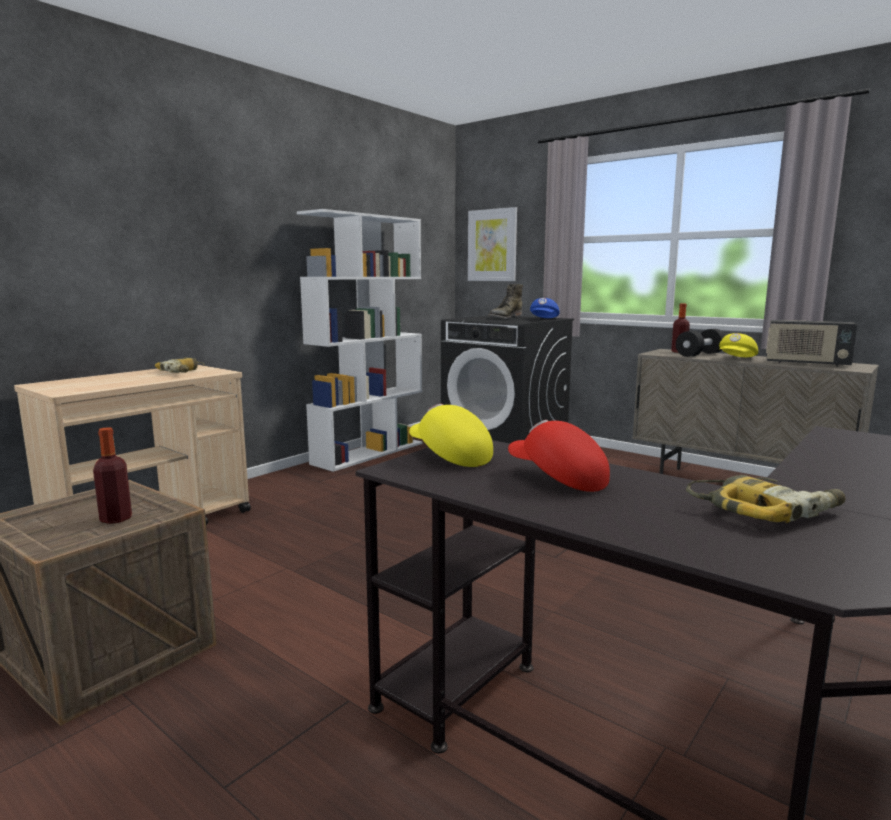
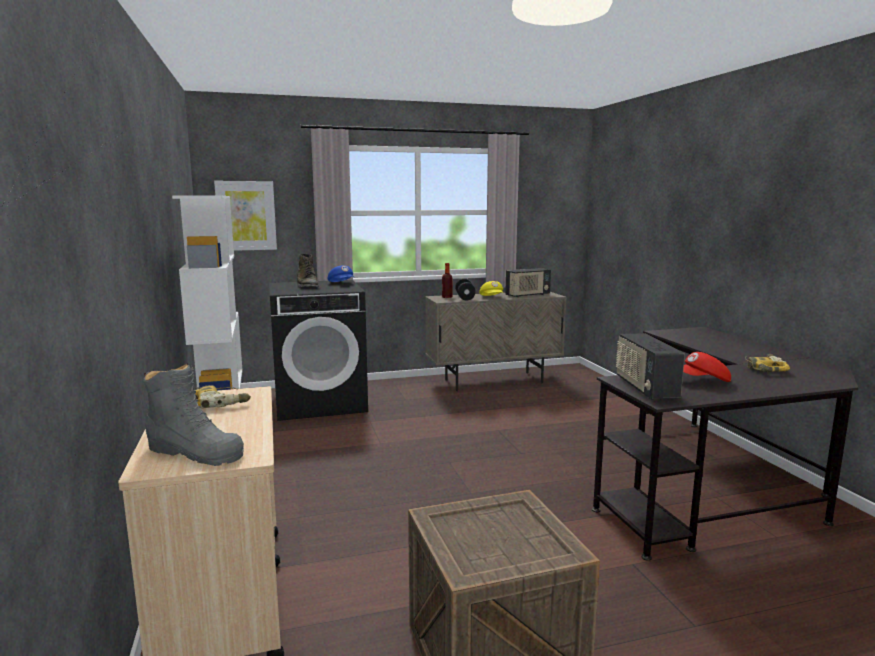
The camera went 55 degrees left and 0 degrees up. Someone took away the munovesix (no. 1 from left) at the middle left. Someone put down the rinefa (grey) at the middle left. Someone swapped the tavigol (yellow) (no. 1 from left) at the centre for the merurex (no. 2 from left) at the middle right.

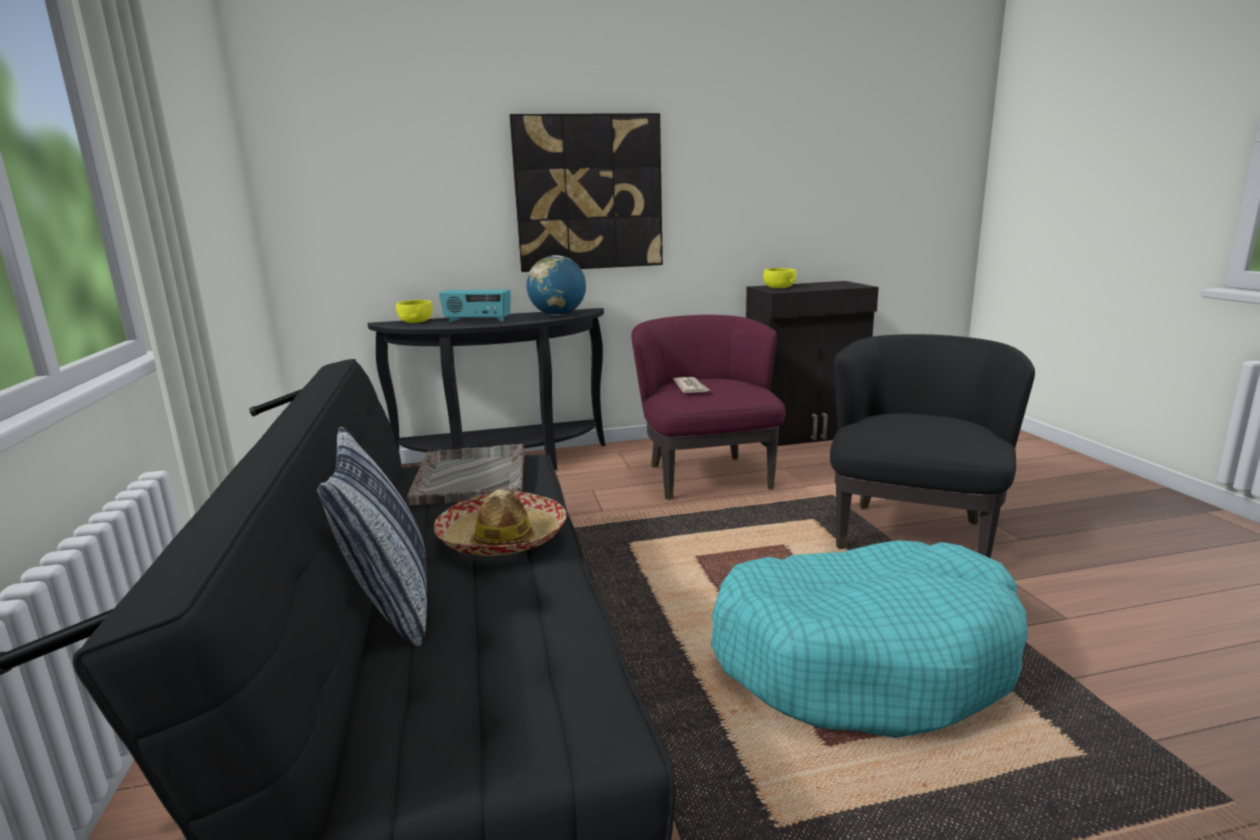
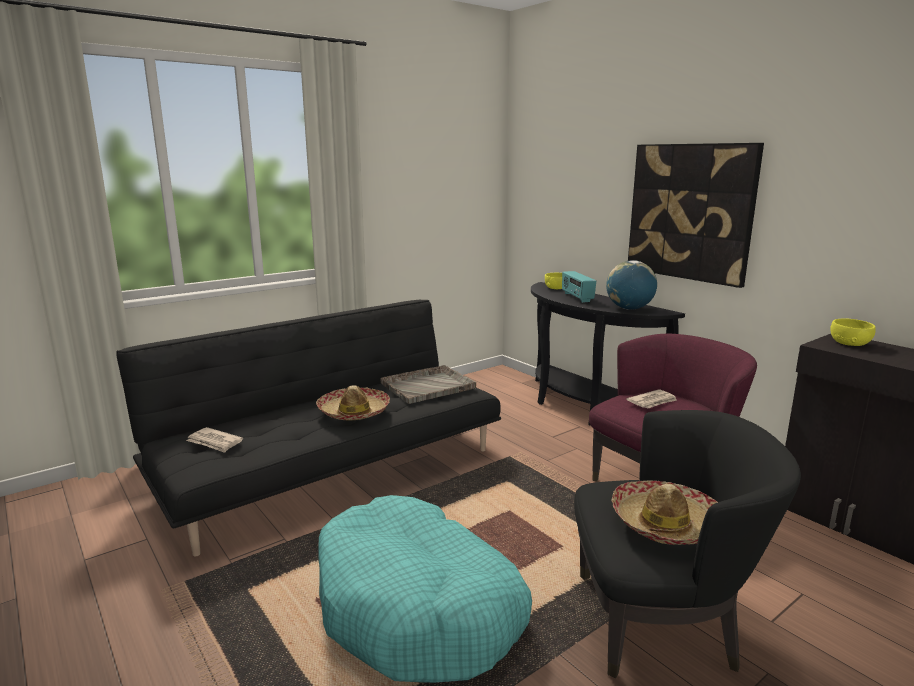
The camera went 65 degrees right and 0 degrees up. Someone took away the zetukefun at the middle left. Someone put down the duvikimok (no. 1 from left) at the middle left. Someone put down the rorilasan (no. 2 from left) at the bottom right.

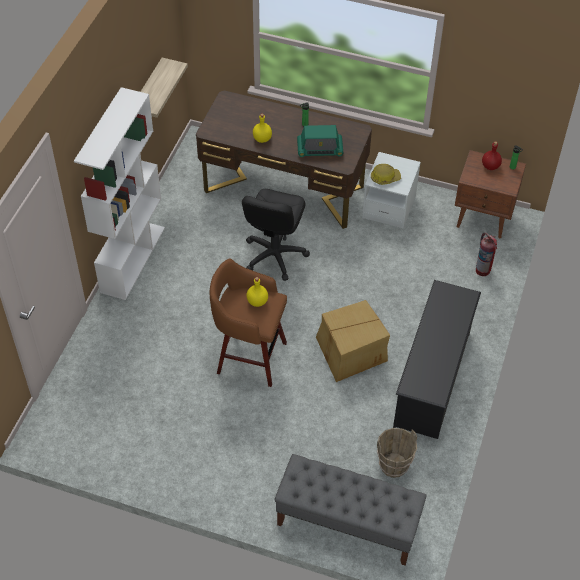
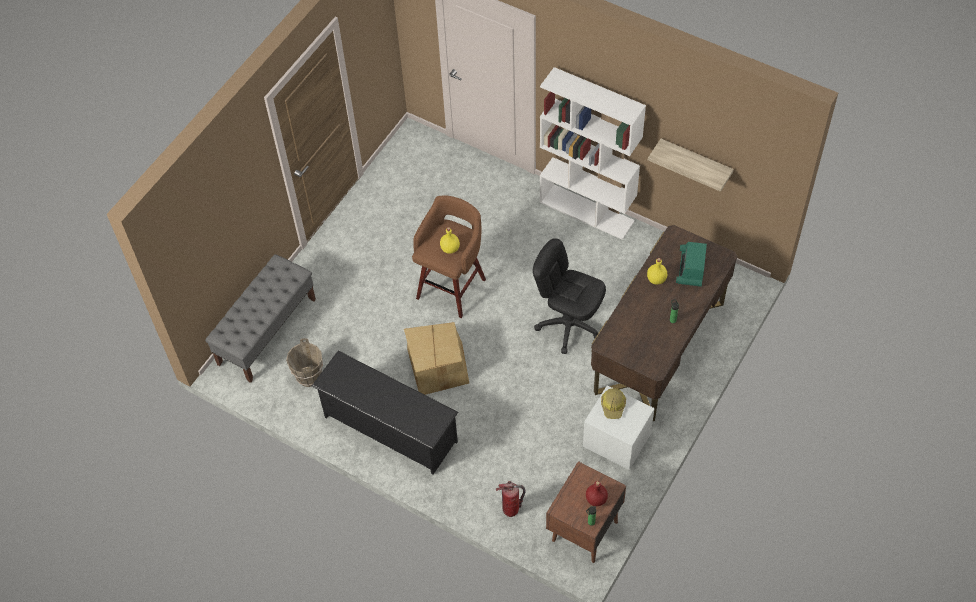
The camera went 105 degrees right and 5 degrees up. Someone carried the merurex from the top centre to the middle right.

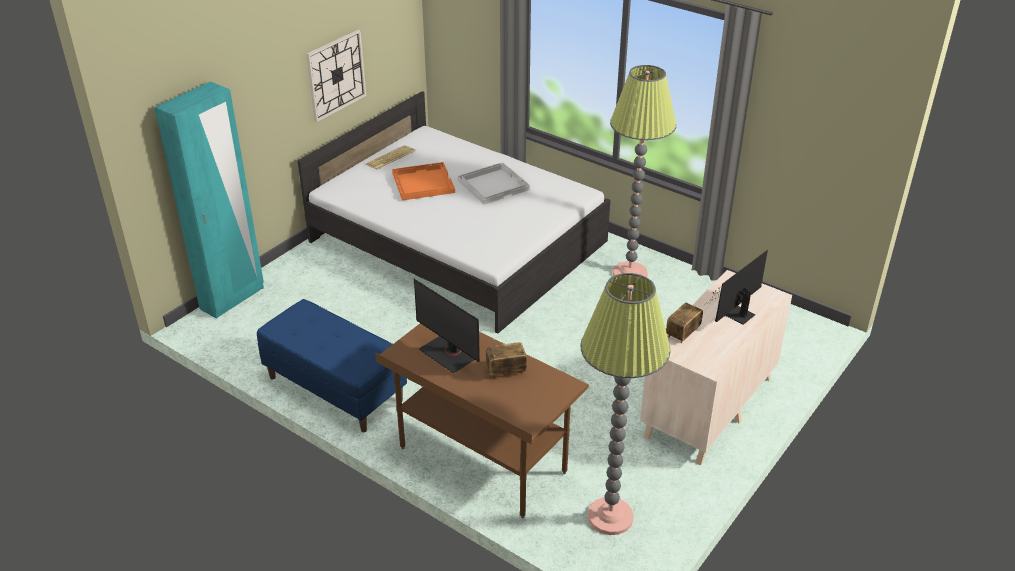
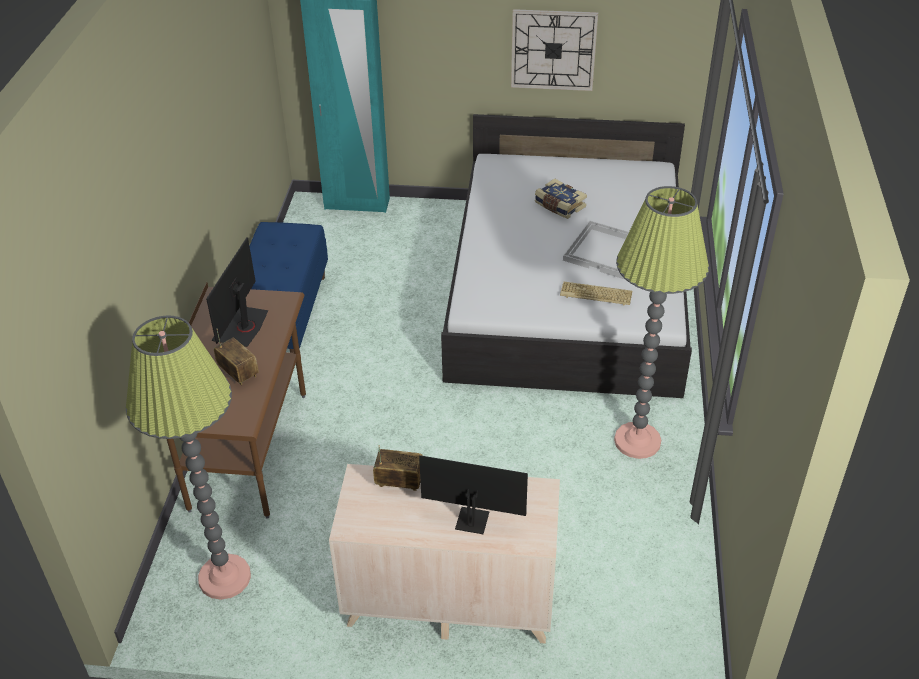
The camera went 60 degrees right and 5 degrees up. Someone carried the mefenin from the top centre to the centre. Someone swapped the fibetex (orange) at the top centre for the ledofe at the top centre.

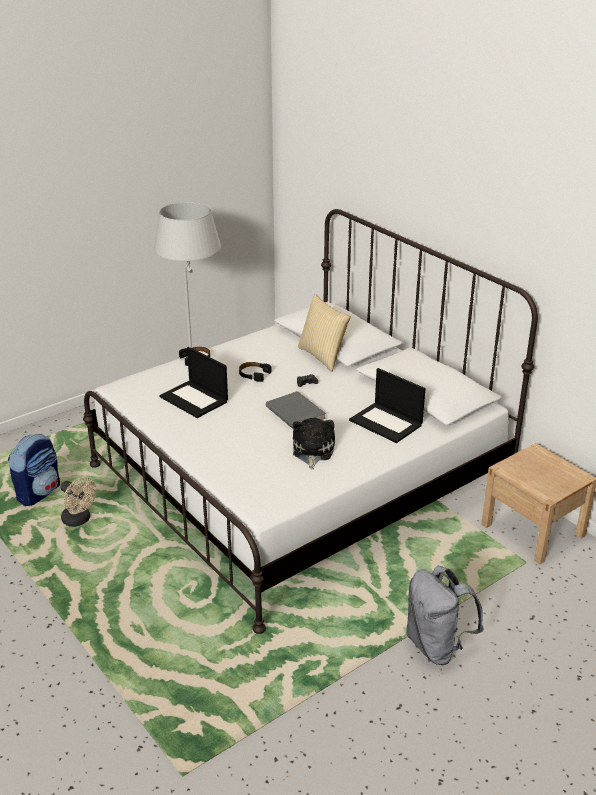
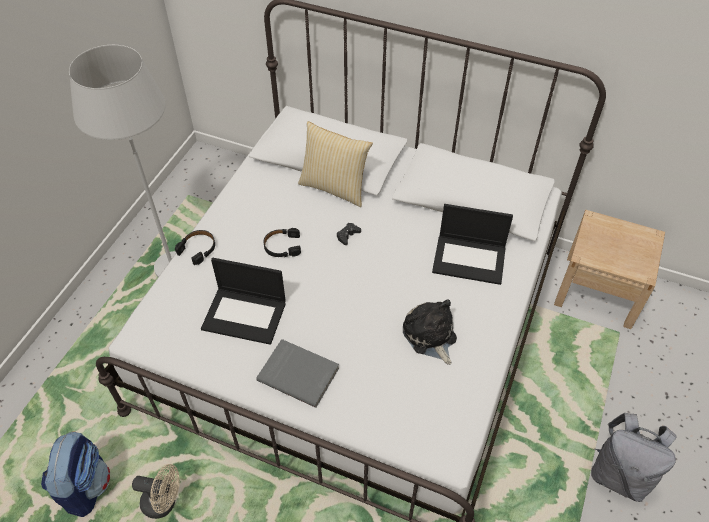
The camera went 30 degrees left and 20 degrees up. Someone carried the ledofe (grey) from the centre to the bottom centre.

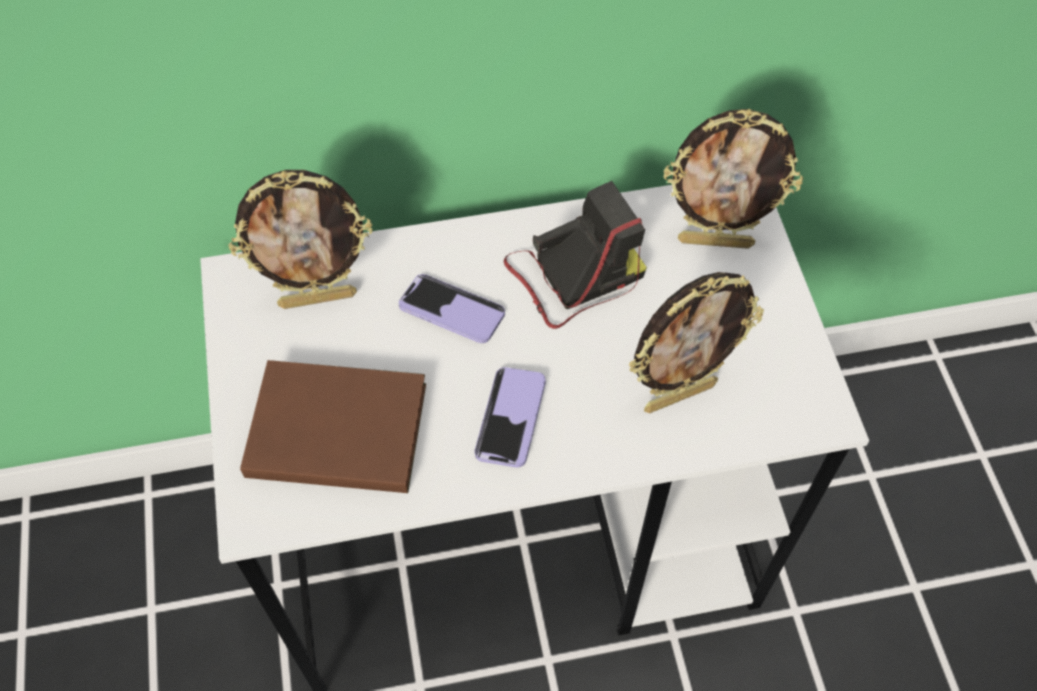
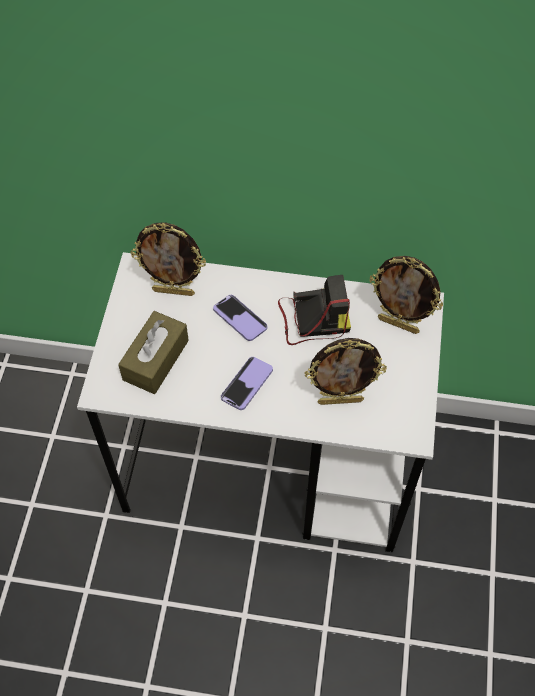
The camera went 20 degrees right and 0 degrees up. Someone swapped the ledofe (brown) at the middle left for the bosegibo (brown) at the middle left.

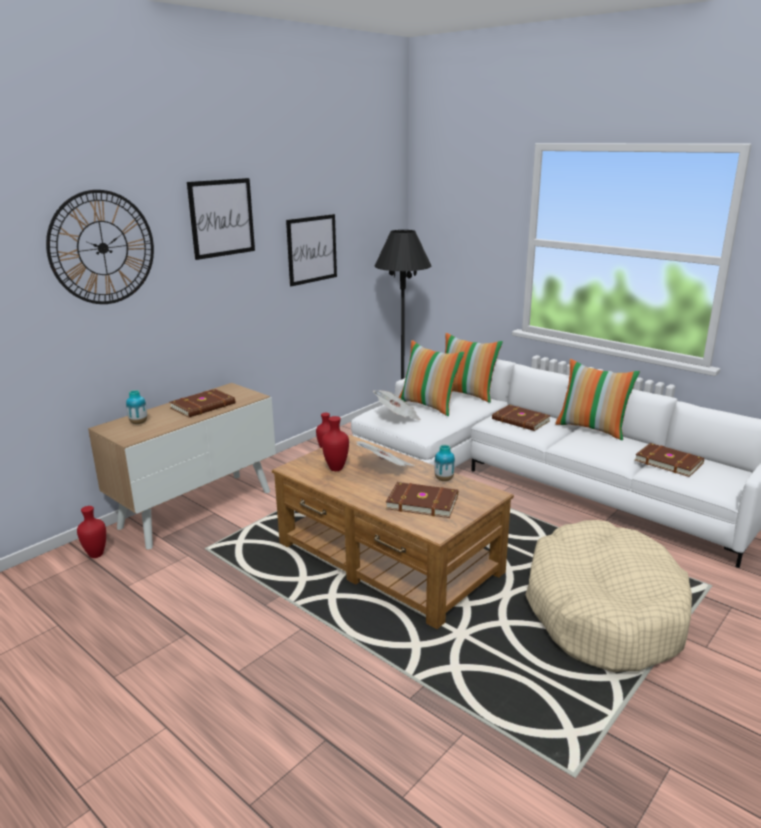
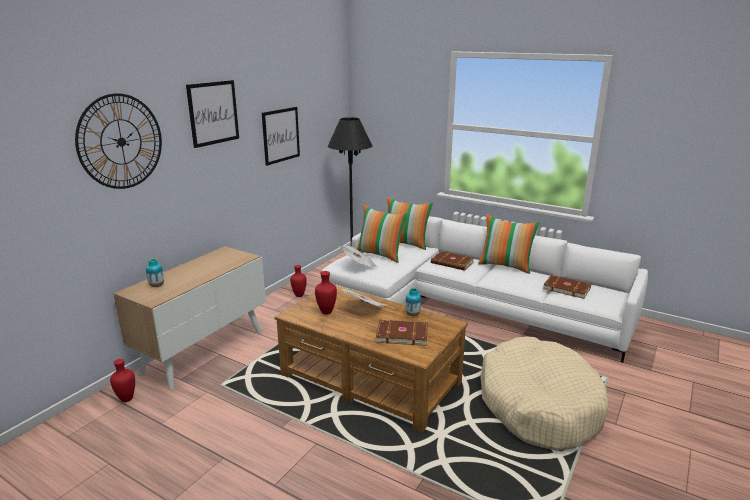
The camera went 10 degrees left and 0 degrees up. Someone took away the ledofe (brown) (no. 1 from left) at the middle left.

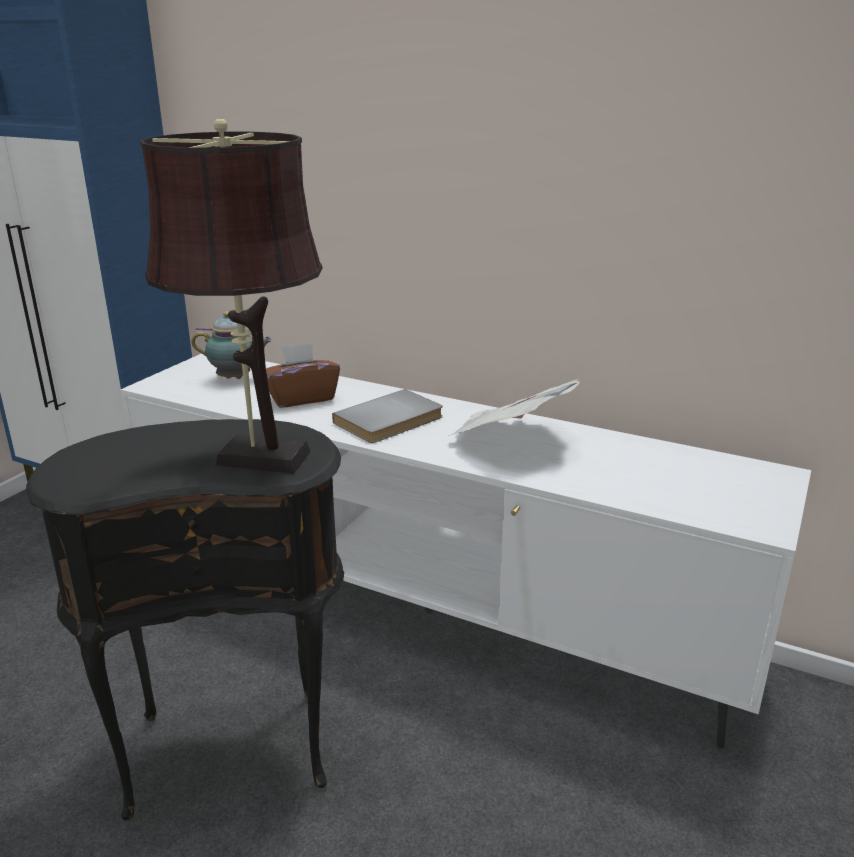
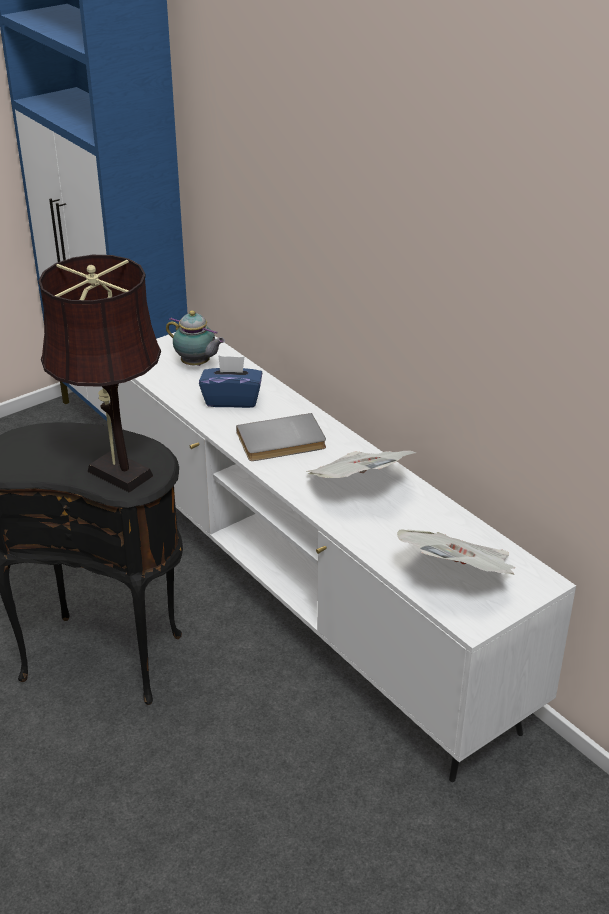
The camera went 25 degrees right and 10 degrees up. Someone put down the duvikimok (no. 2 from left) at the middle right. Someone repainted the bosegibo (brown) at the centre, which became the bosegibo (blue) at the centre.

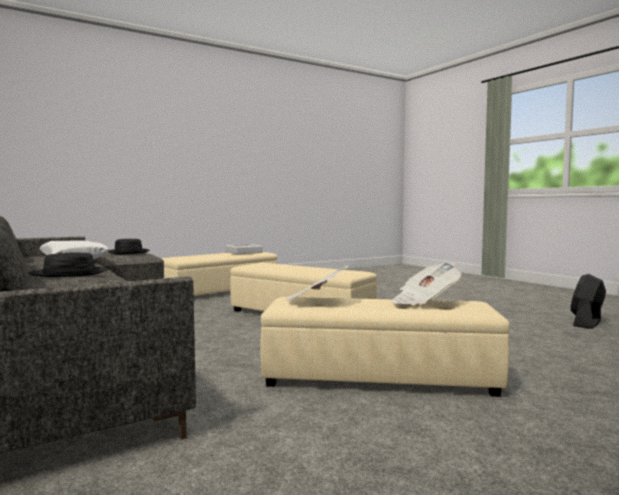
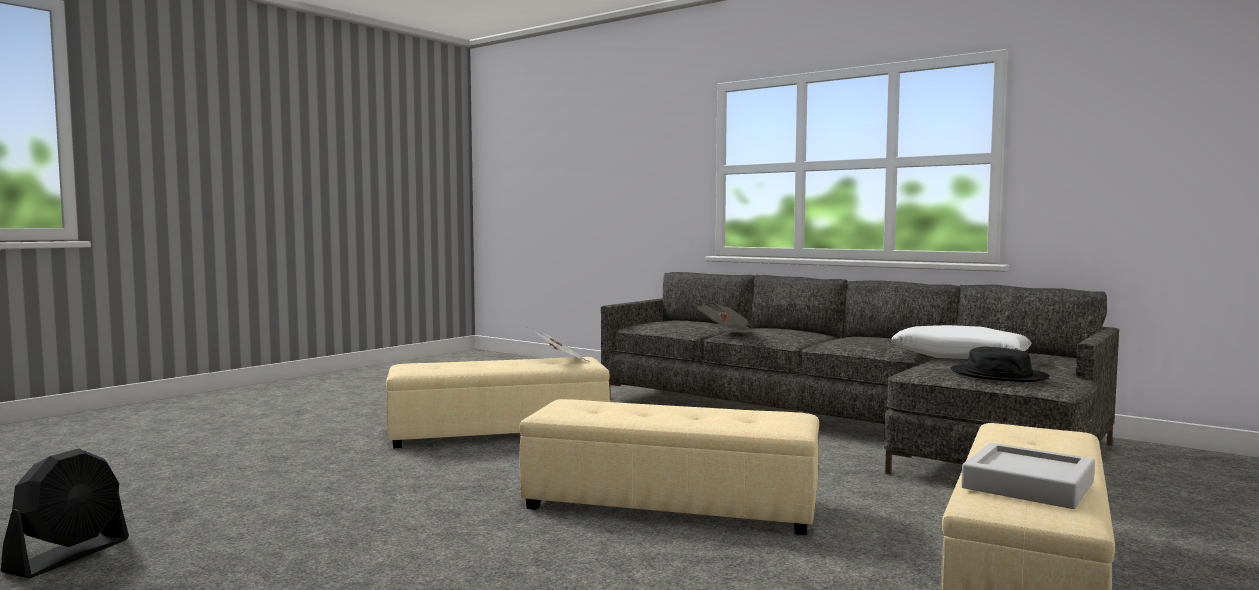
The camera went 160 degrees right and 0 degrees up. Someone took away the rorilasan (black) (no. 1 from left) at the middle left. Someone carried the duvikimok (no. 2 from left) from the middle right to the centre.

